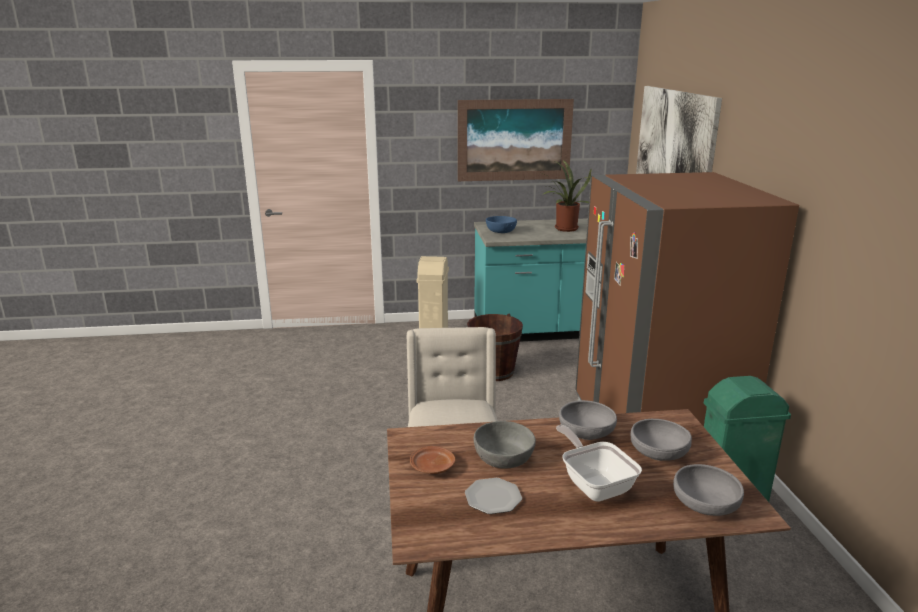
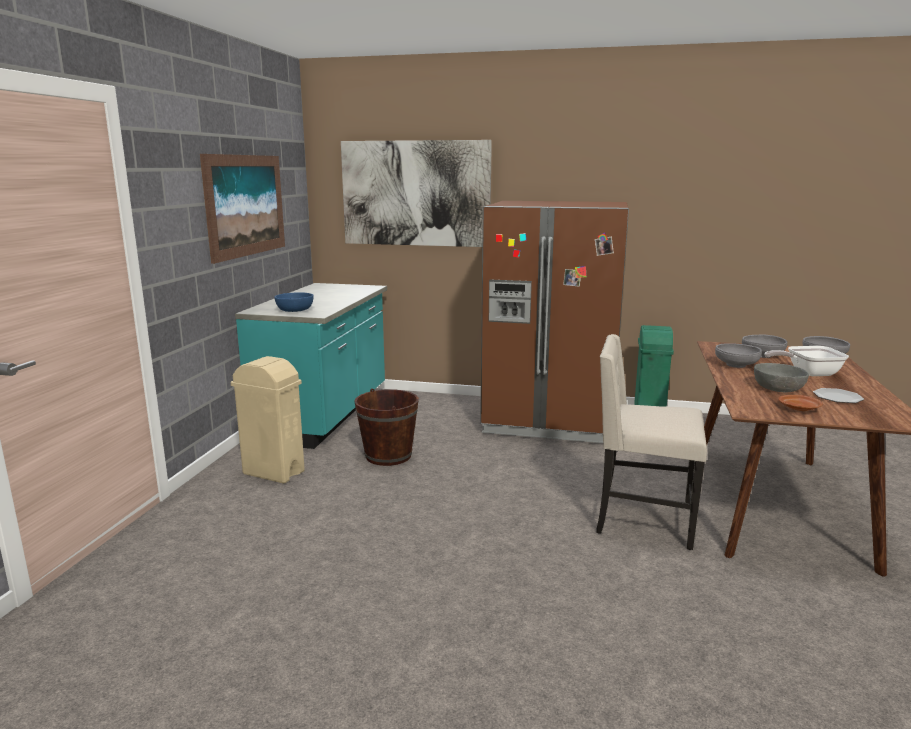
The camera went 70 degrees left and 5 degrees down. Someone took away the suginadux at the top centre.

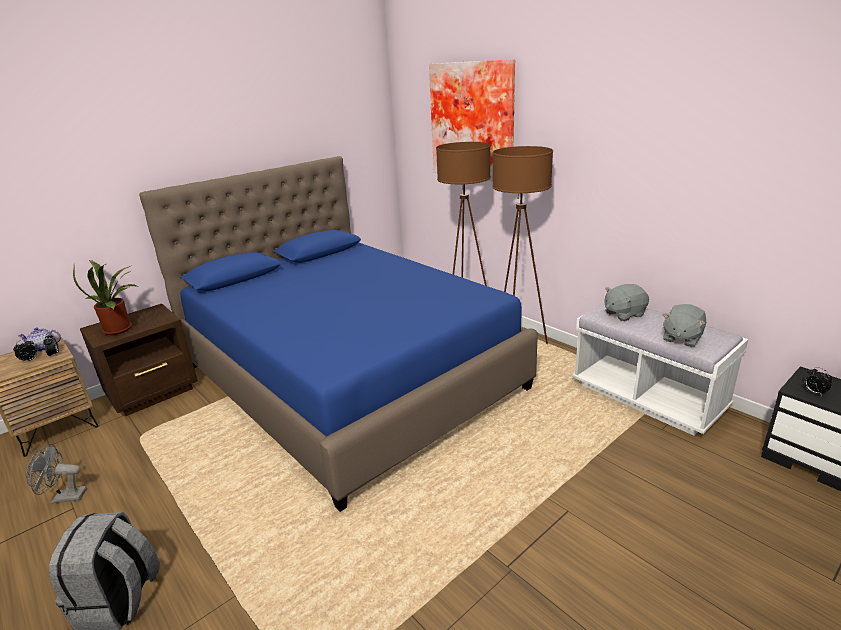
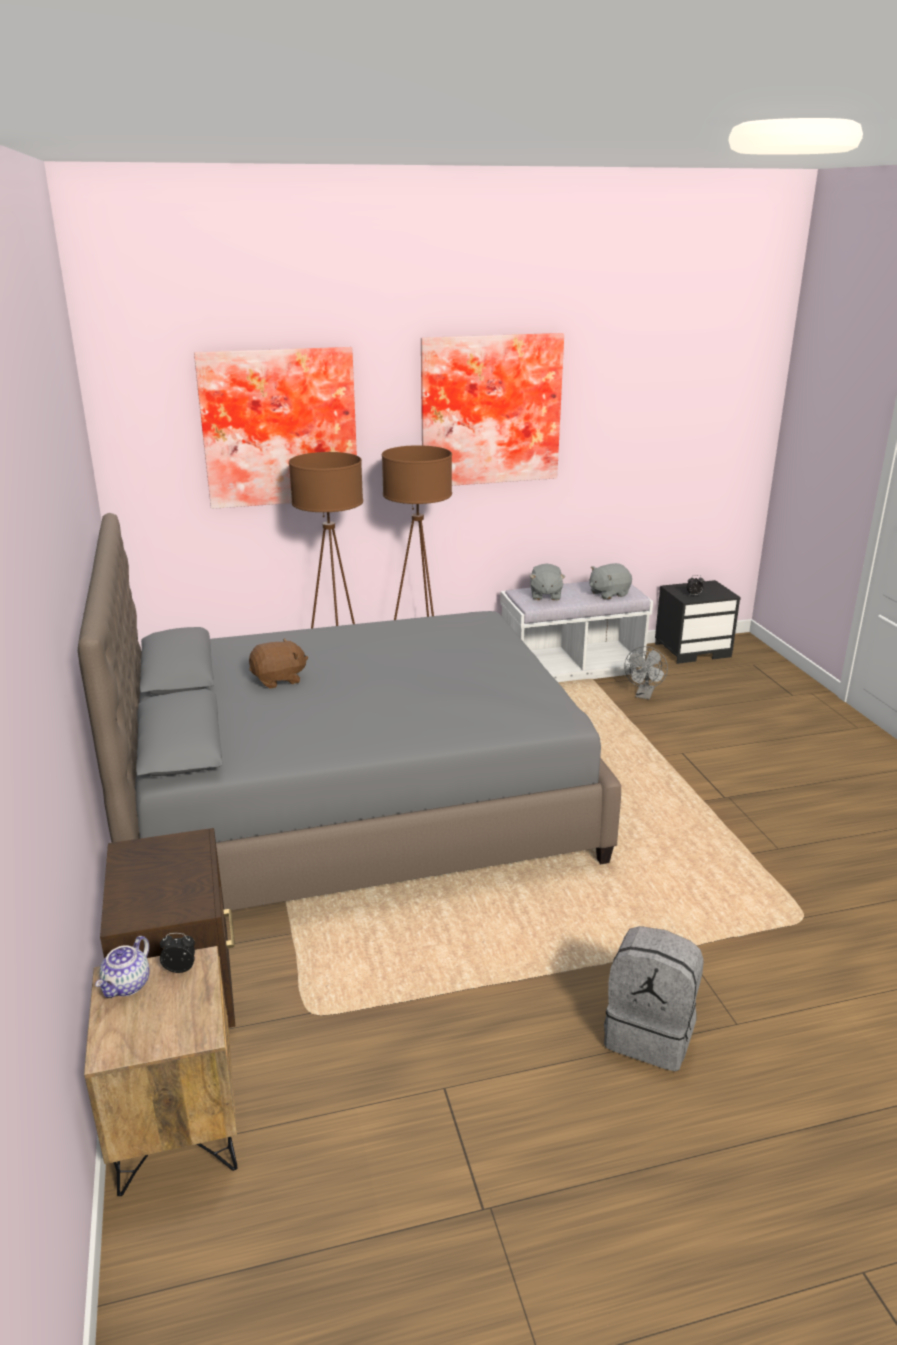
The camera went 65 degrees left and 0 degrees up. Someone took away the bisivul (no. 1 from left) at the middle left. Someone took away the suginadux at the middle left. Someone put down the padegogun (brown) at the middle left. Someone put up the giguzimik (no. 2 from left) at the top centre. Someone carried the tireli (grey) from the bottom left to the middle right. Someone repainted the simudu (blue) at the centre, which became the simudu (grey) at the centre. Someone rotated the padegogun (grey) (no. 2 from left) at the middle right by 90 degrees clockwise.

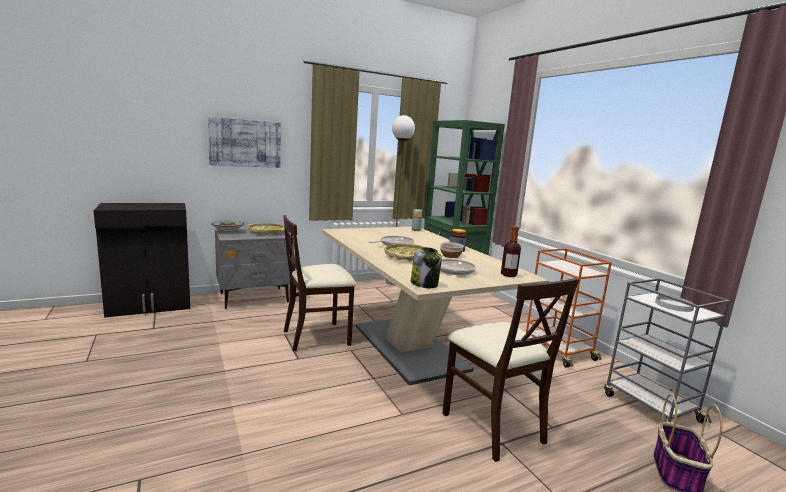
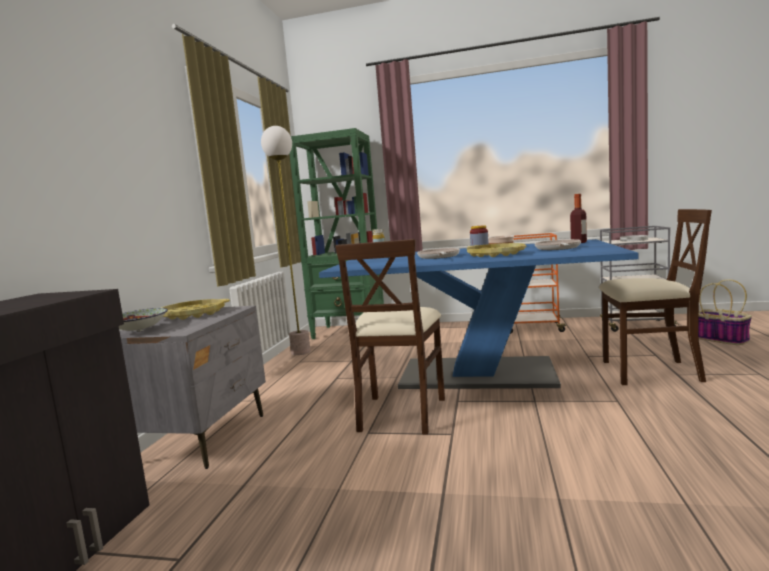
The camera went 50 degrees left and 5 degrees down. Someone took away the giguzimik at the top left. Someone took away the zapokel (no. 1 from left) at the centre. Someone repainted the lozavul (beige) at the centre, which became the lozavul (blue) at the centre.

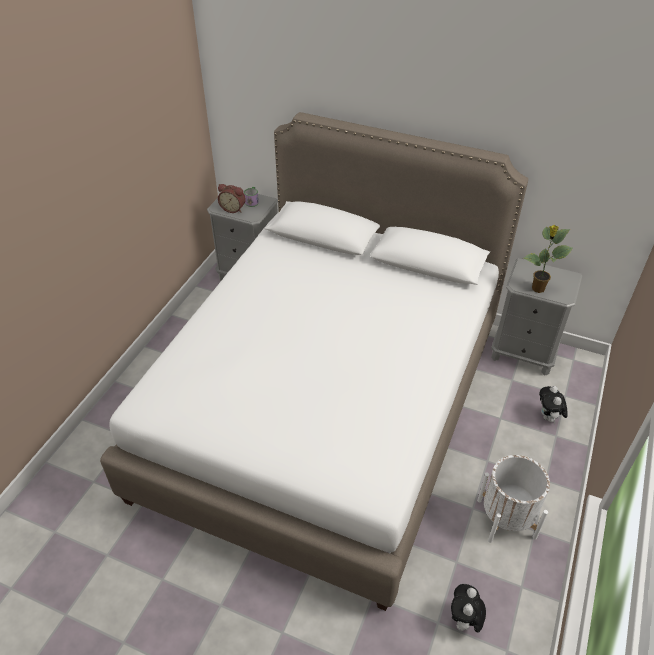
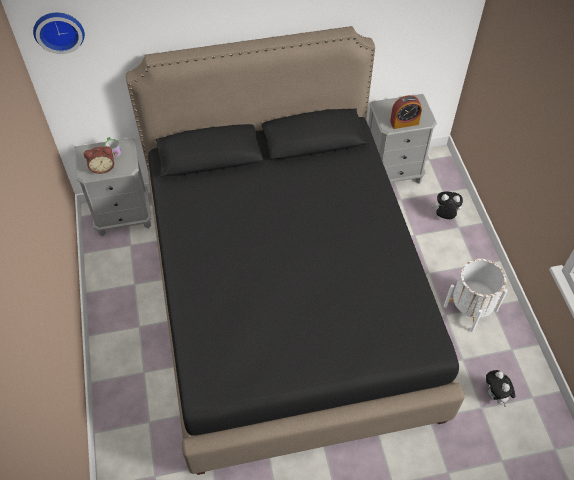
The camera went 35 degrees left and 10 degrees up. Someone put up the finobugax at the top left. Someone swapped the suginadux at the middle right for the bisivul (no. 2 from left) at the top right. Someone repainted the simudu (white) at the centre, which became the simudu (black) at the centre. Someone rotated the padegogun (no. 2 from left in the first image) at the middle right by 135 degrees clockwise.

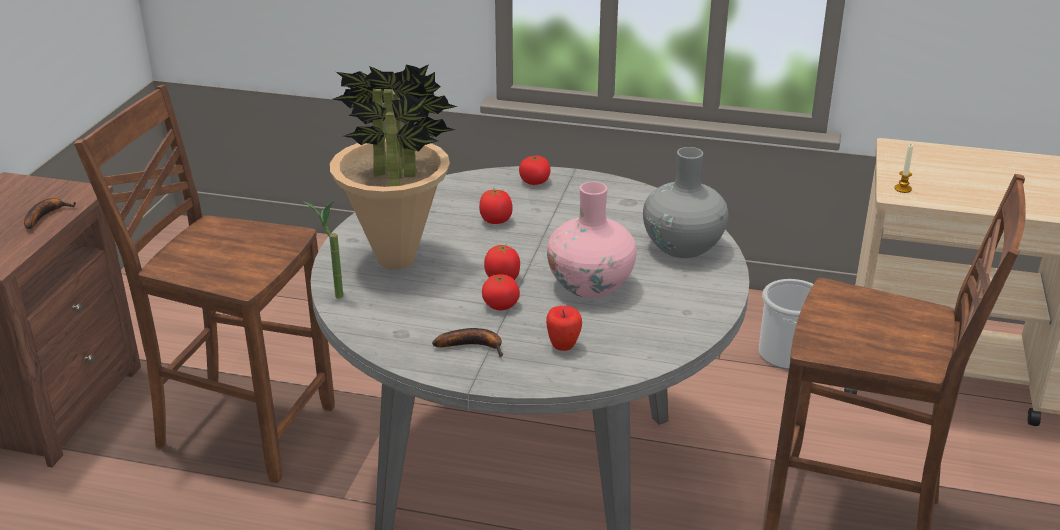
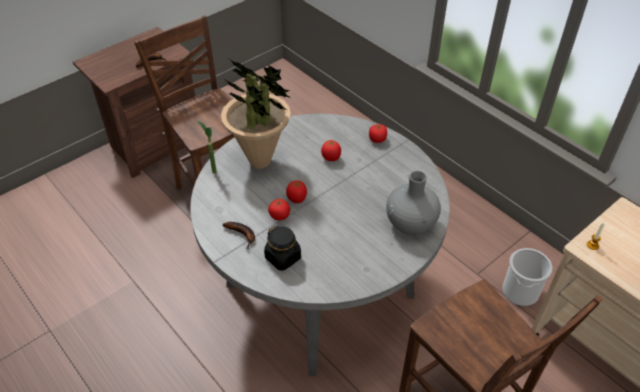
The camera went 35 degrees right and 15 degrees up. Someone took away the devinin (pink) at the centre. Someone swapped the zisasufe at the centre for the zapokel (black) at the centre.

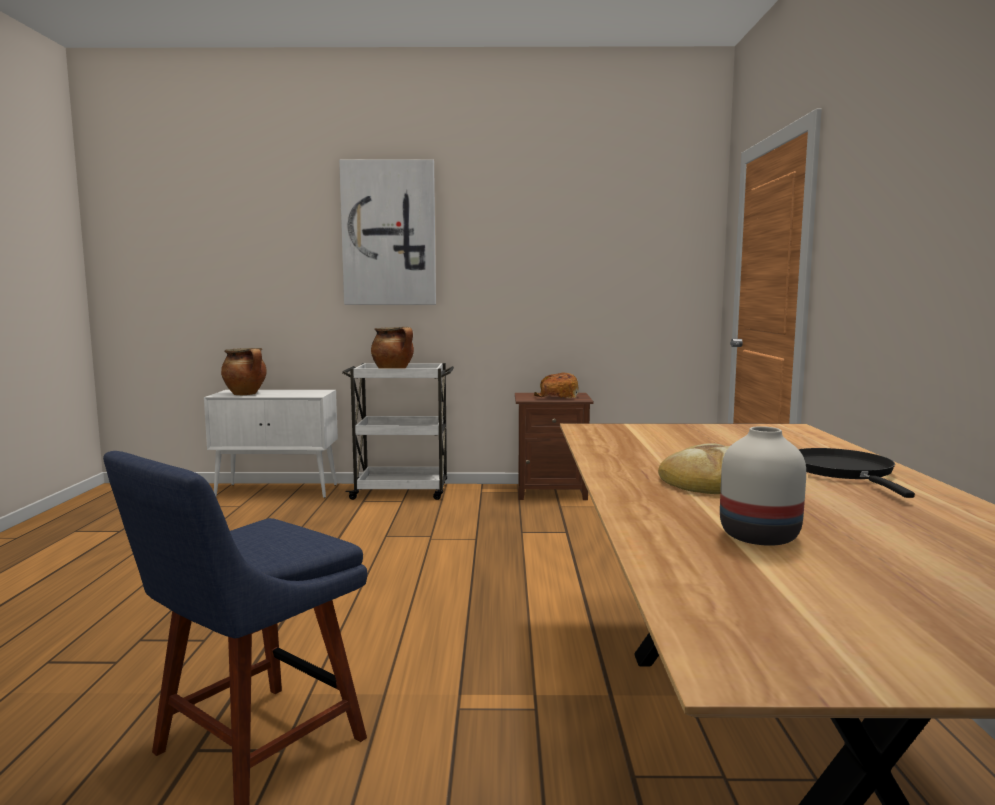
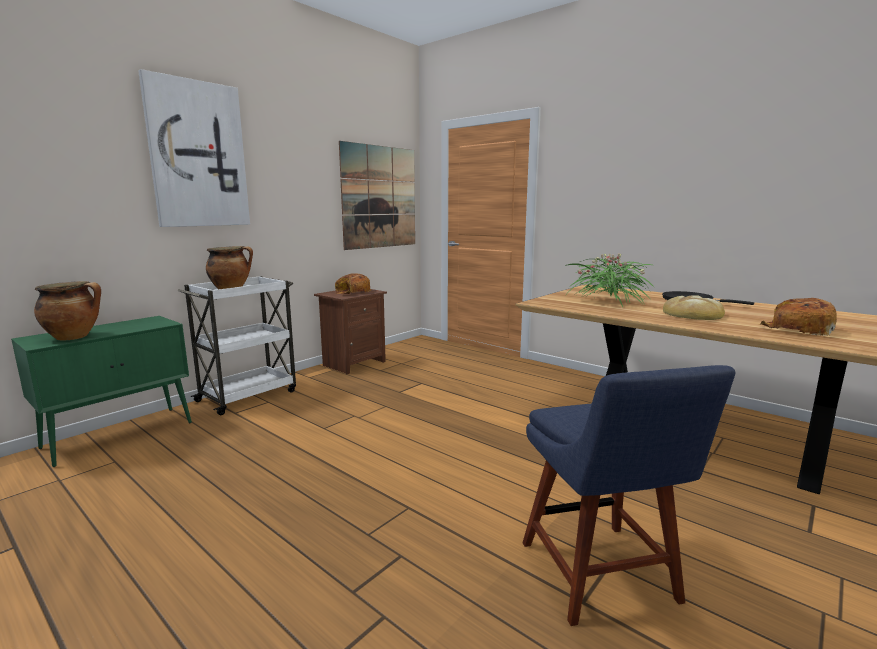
The camera went 50 degrees left and 5 degrees up. Someone put up the giguzimik (no. 2 from left) at the top centre. Someone put down the suginadux at the middle right. Someone swapped the devinin (white) at the middle right for the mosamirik (no. 3 from left) at the middle right. Someone repainted the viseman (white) at the middle left, which became the viseman (green) at the middle left.

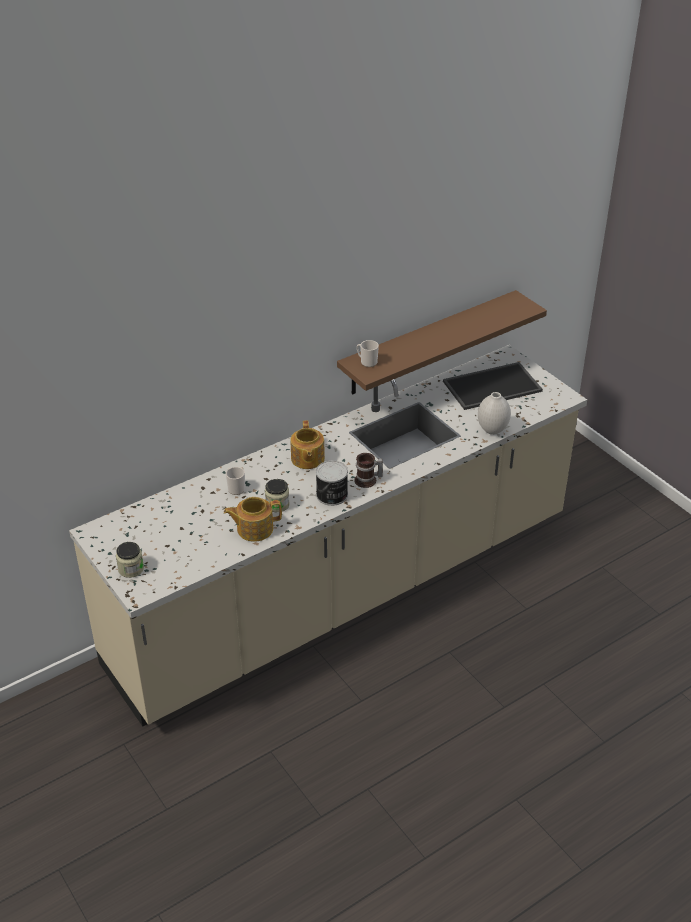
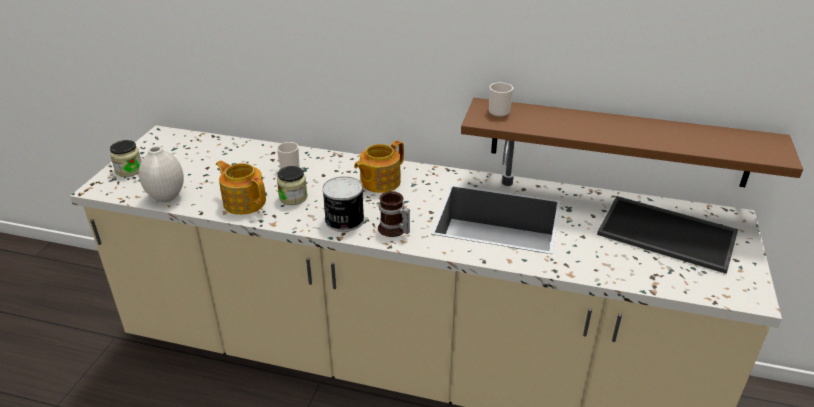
The camera went 50 degrees right and 5 degrees down. Someone carried the devinin (white) from the middle right to the middle left.

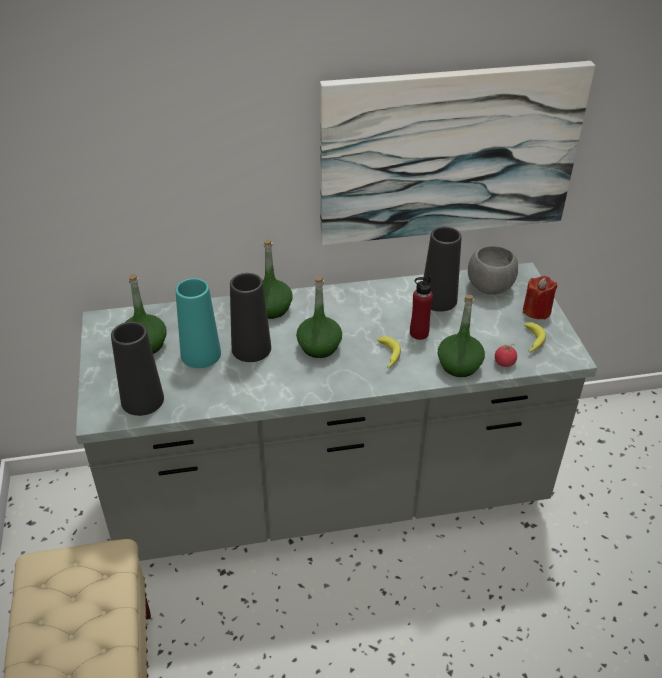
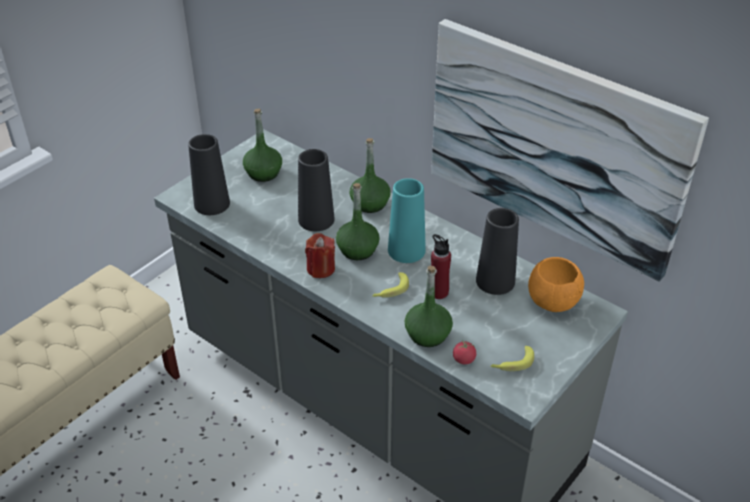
The camera went 50 degrees right and 0 degrees up. Someone carried the devinin (turquoise) from the middle left to the centre. Someone carried the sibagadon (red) from the middle right to the centre. Someone repainted the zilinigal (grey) at the middle right, which became the zilinigal (orange) at the middle right.

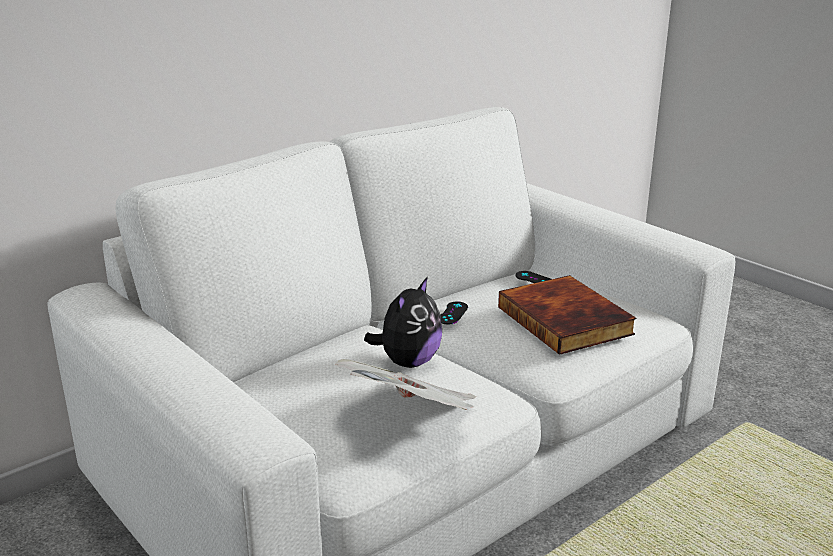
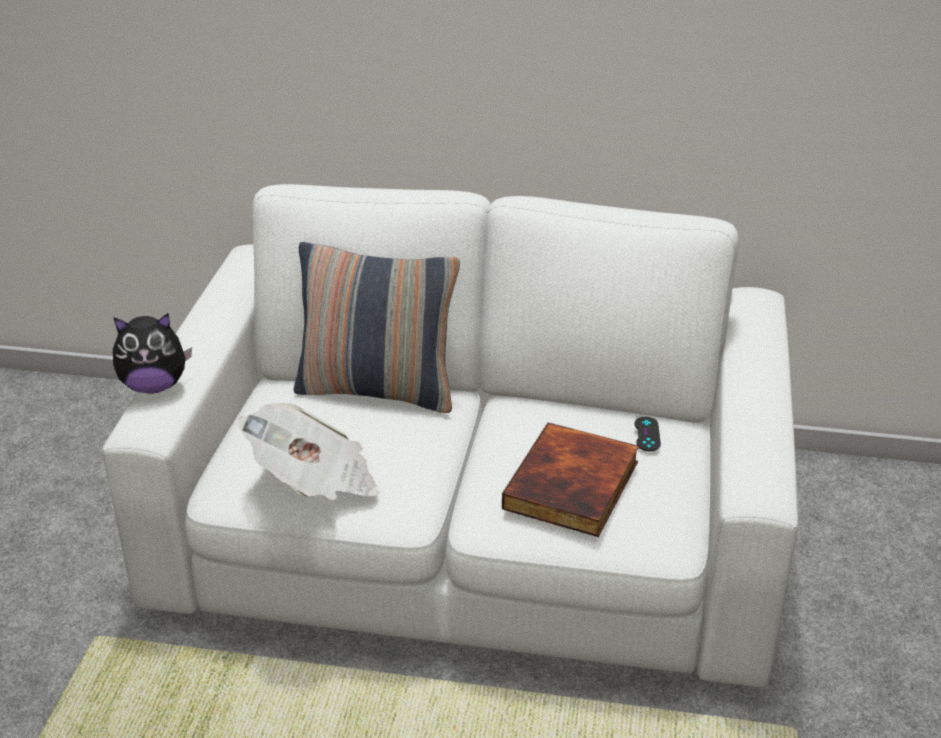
The camera went 50 degrees right and 10 degrees up. Someone took away the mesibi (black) (no. 1 from left) at the centre. Someone put down the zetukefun at the centre. Someone carried the padegogun from the centre to the middle left.

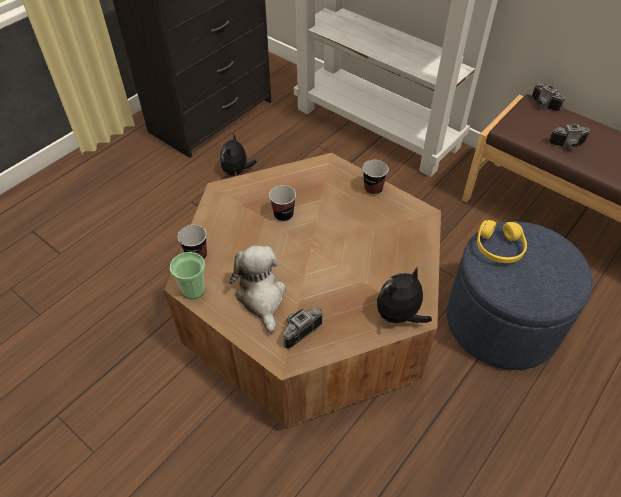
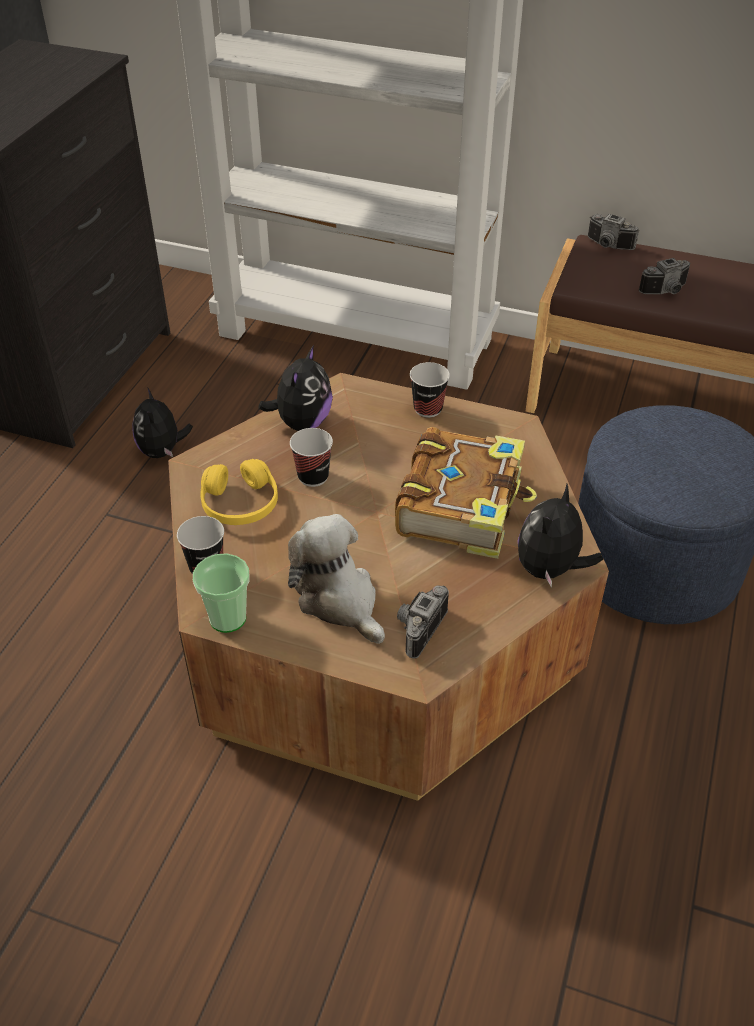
The camera went 20 degrees left and 5 degrees down. Someone put down the padegogun (no. 2 from left) at the centre. Someone put down the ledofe at the centre. Someone carried the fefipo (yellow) from the middle right to the middle left.

